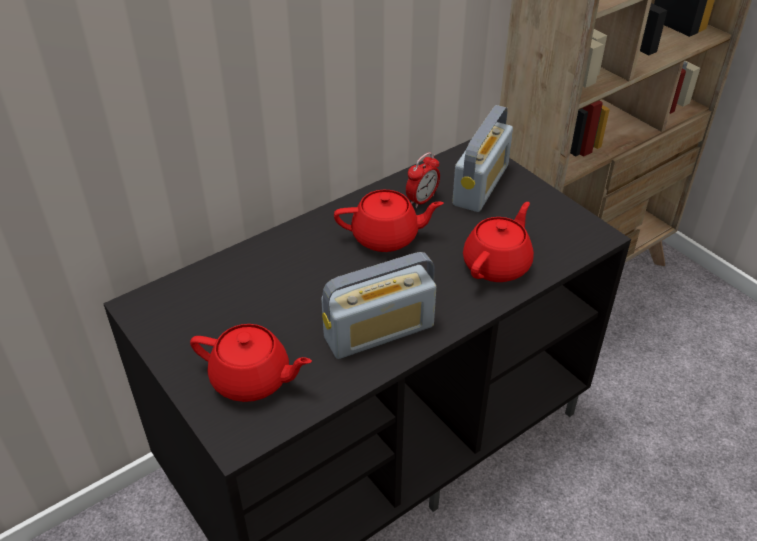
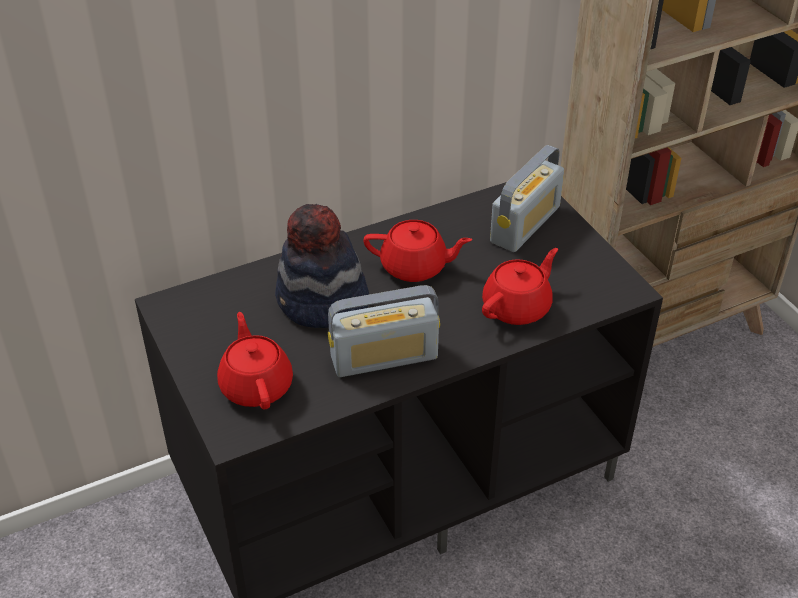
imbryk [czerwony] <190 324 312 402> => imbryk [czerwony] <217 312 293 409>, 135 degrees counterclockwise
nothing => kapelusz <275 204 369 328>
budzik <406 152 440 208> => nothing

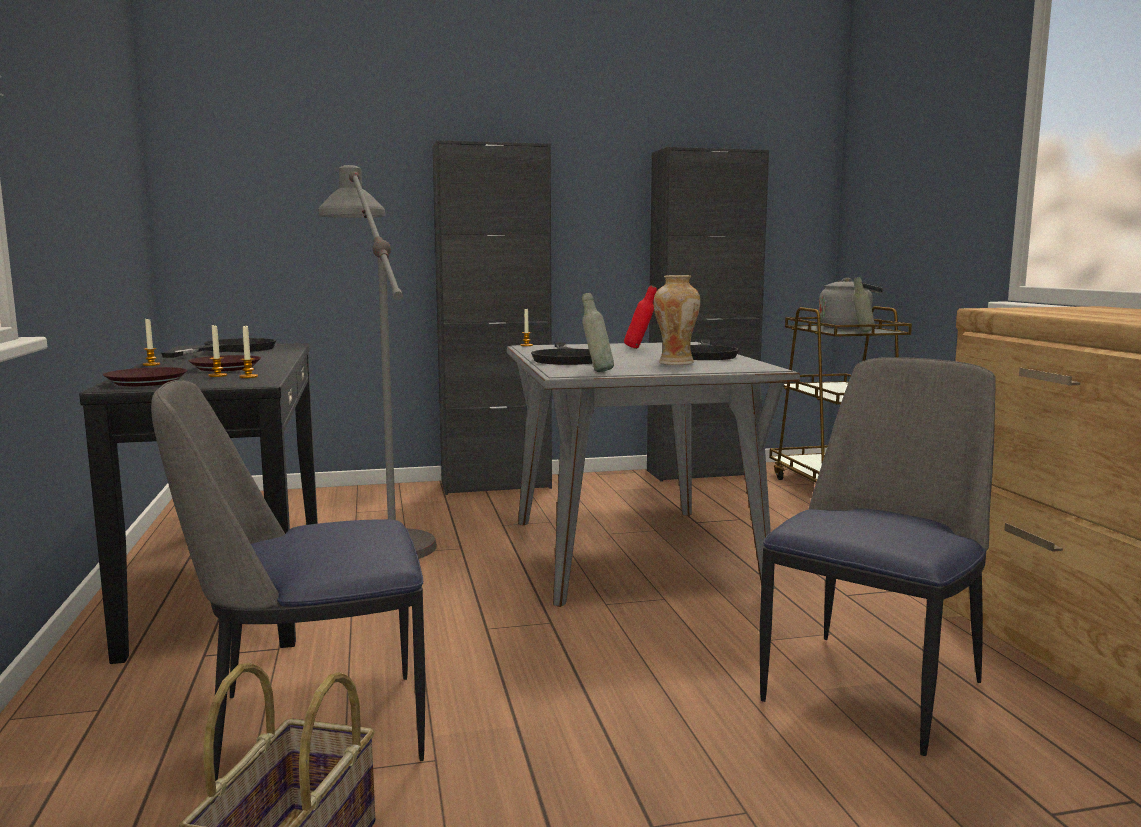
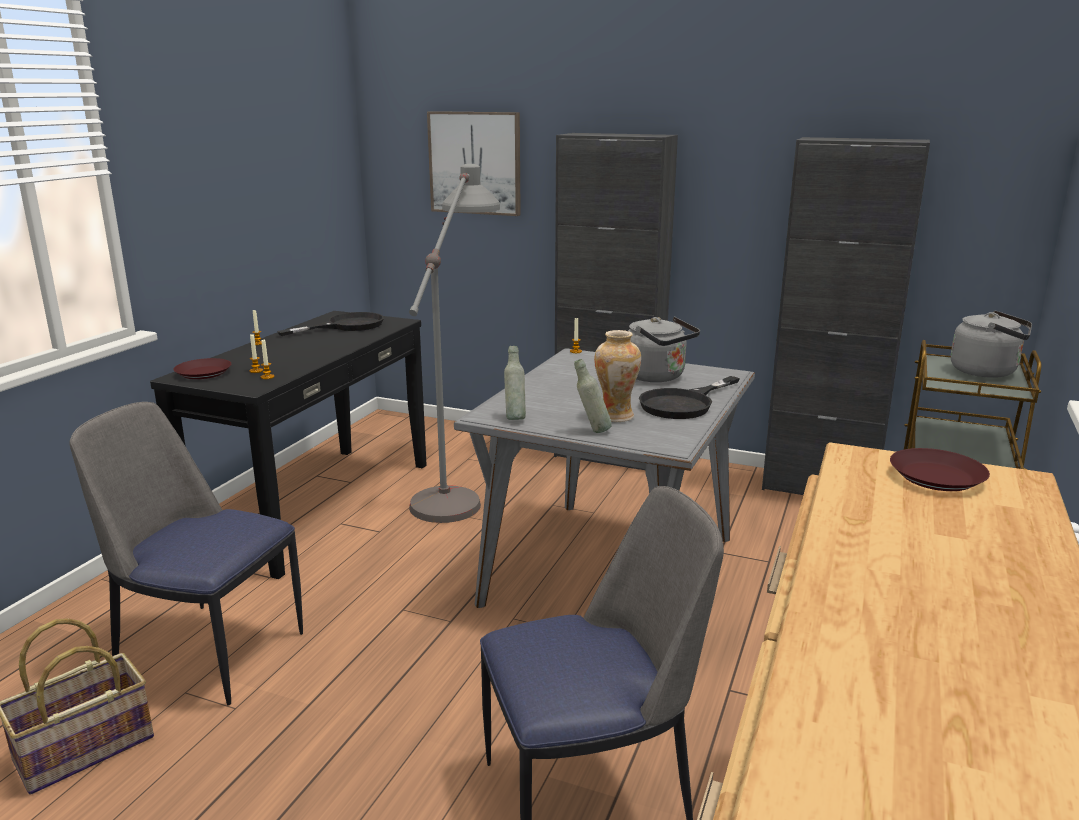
nothing => obraz <427 111 521 216>
butelka [szary] <853 277 875 332> => butelka [szary] <574 359 612 433>, shifted
butelka [czerwony] <624 285 657 349> => czajnik [szary] <628 317 700 382>
talerz [brązowy] <189 355 261 371> => talerz [brązowy] <890 448 990 491>, shifted
patelnia [czarny] <531 343 592 365> => nothing

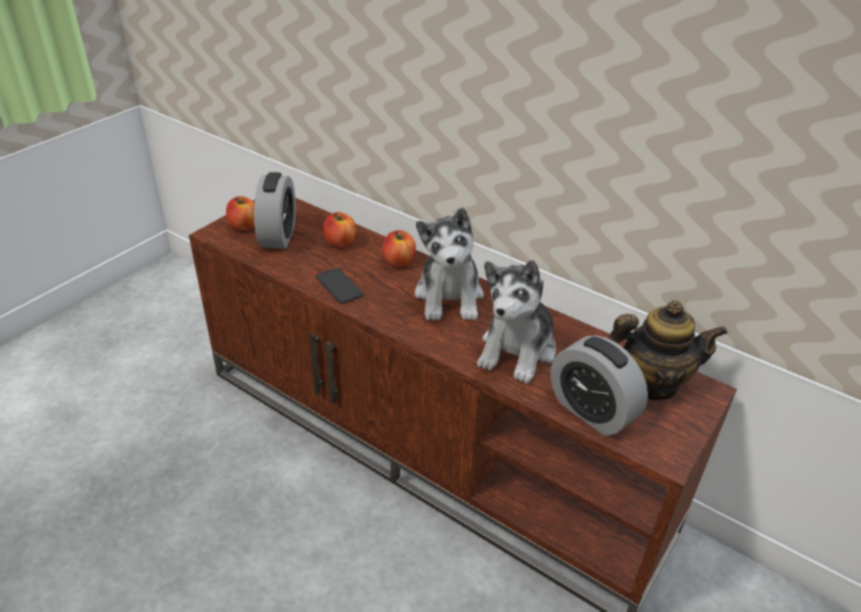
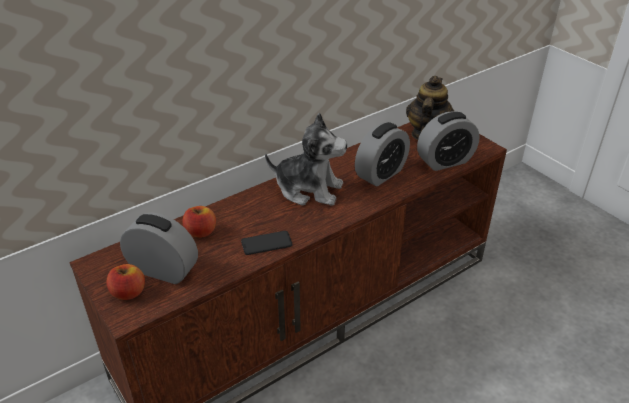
pluszak <477 260 556 383> => budzik <355 122 410 187>
jabłko <382 230 416 267> => nothing

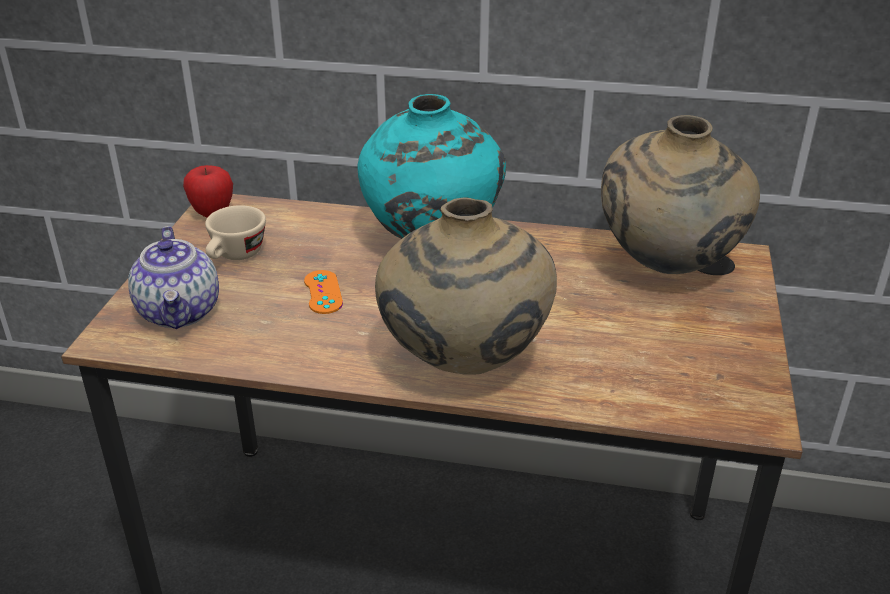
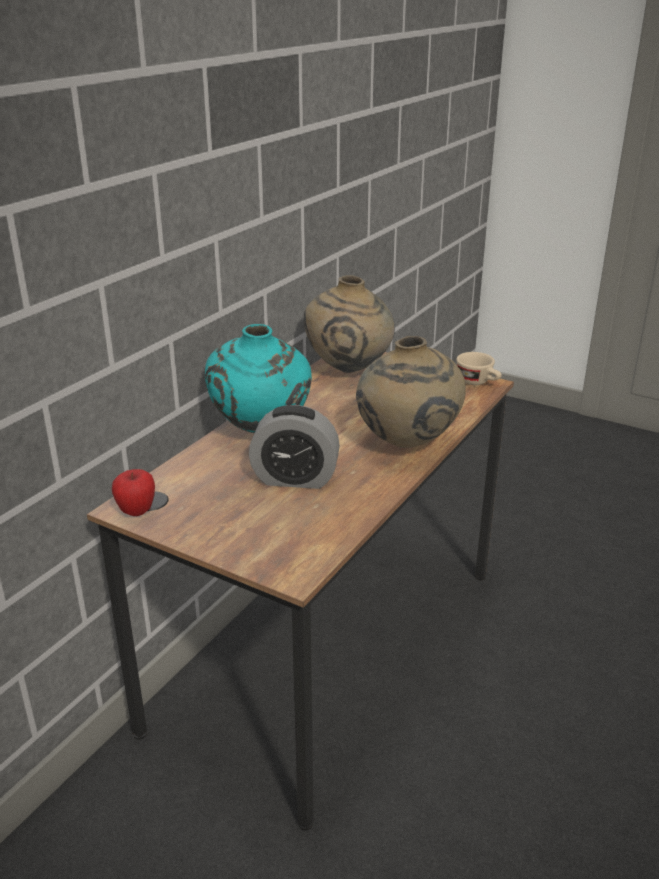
pad do gier [pomarańczowy] <304 270 343 314> => budzik <249 405 340 489>
filiżanka [beżowy] <205 205 266 260> => filiżanka [beżowy] <456 352 502 385>, shifted
imbryk <128 226 219 329> => nothing

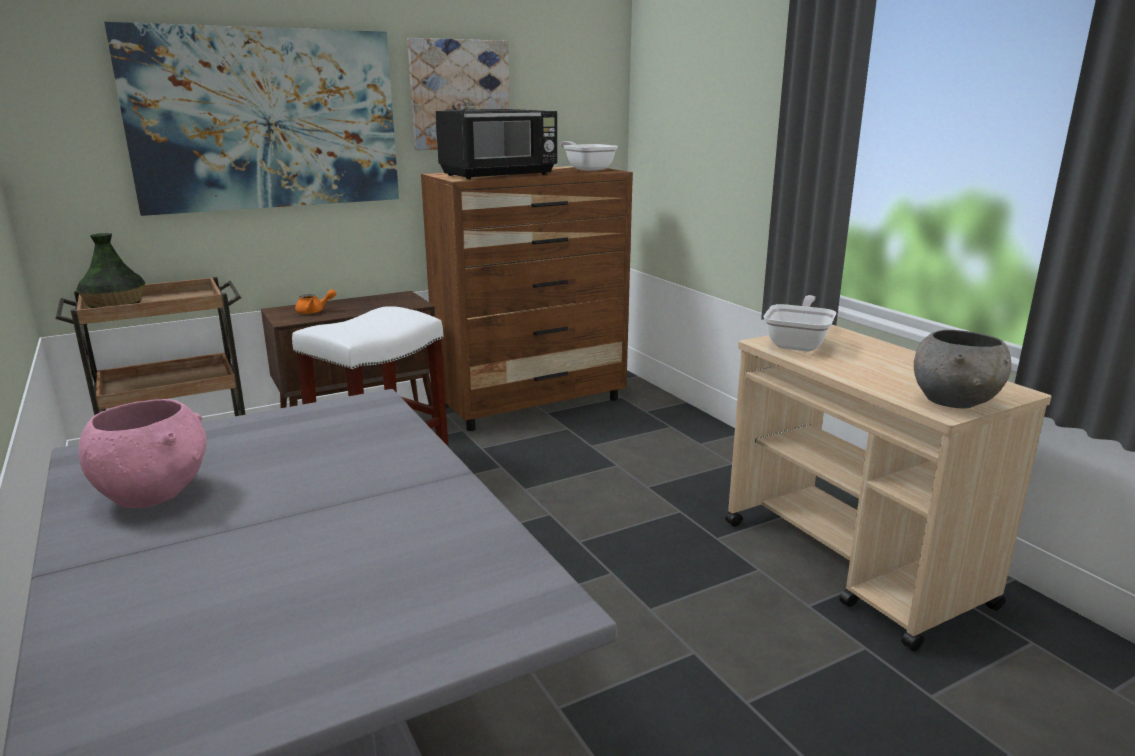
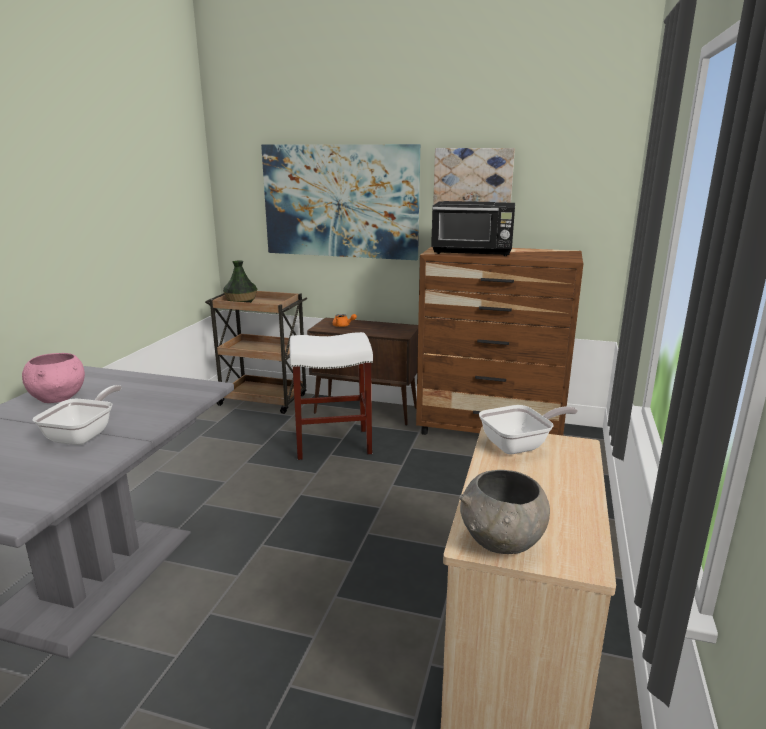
patelnia <560 141 618 171> => patelnia <32 385 122 445>, shifted

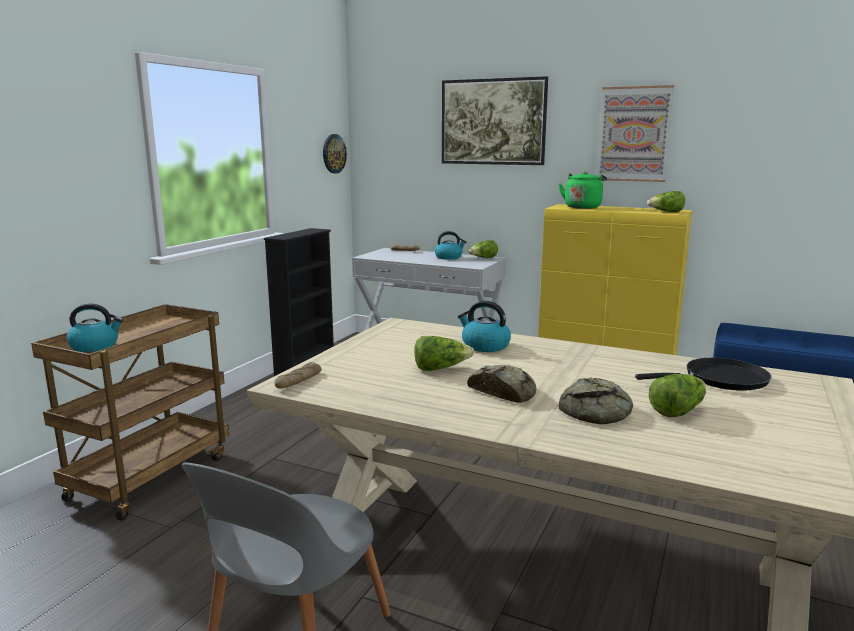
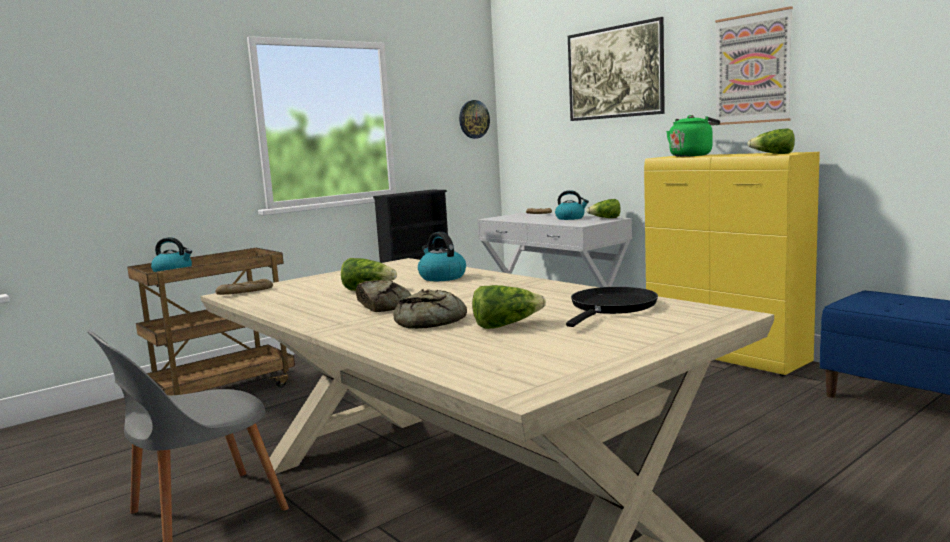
patelnia [czarny] <635 358 771 391> => patelnia [czarny] <566 287 658 327>, 75 degrees counterclockwise

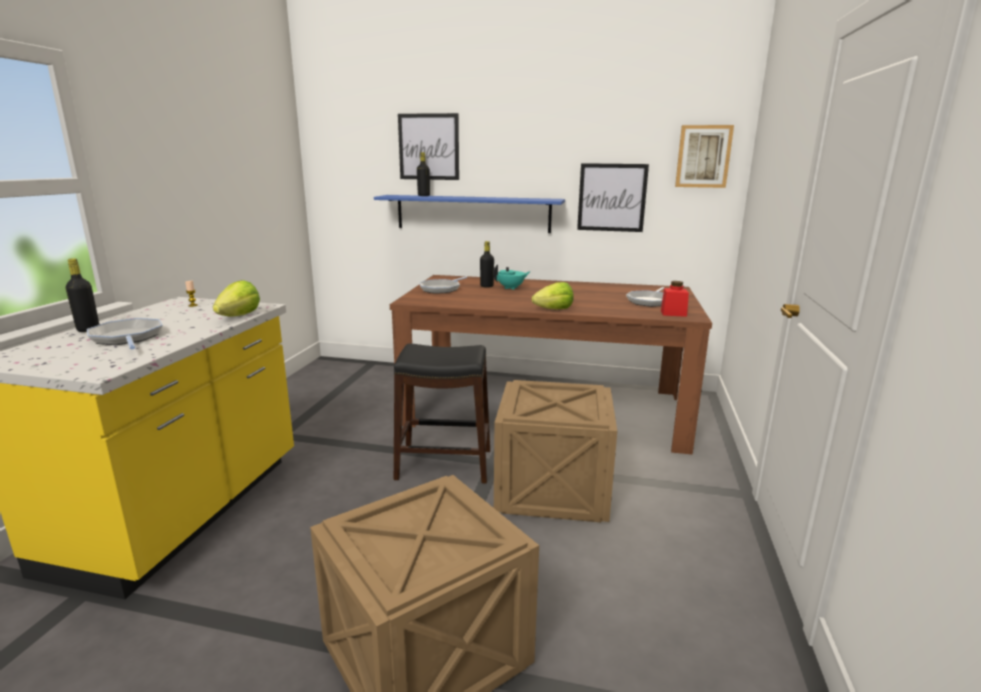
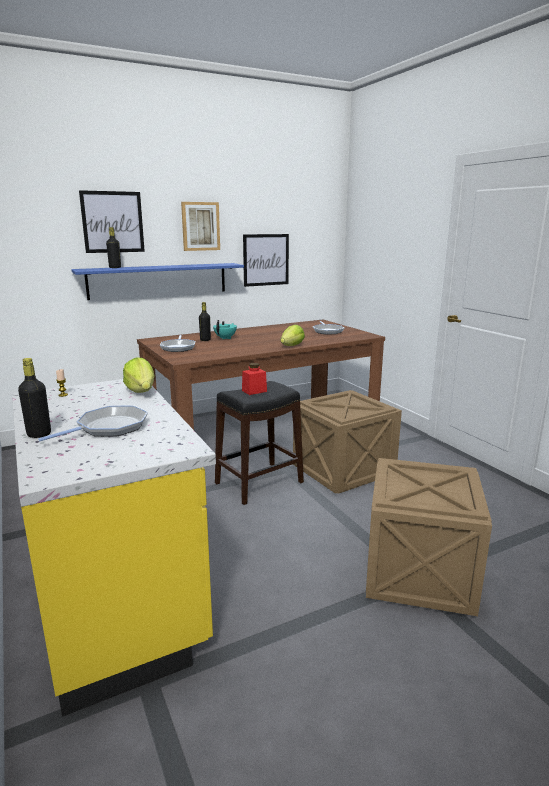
patelnia <87 318 163 349> => patelnia <38 406 148 441>, 120 degrees clockwise
obraz <675 125 734 188> => obraz <181 202 220 251>, shifted
słoik [czerwony] <661 281 689 317> => słoik [czerwony] <242 363 267 395>, shifted

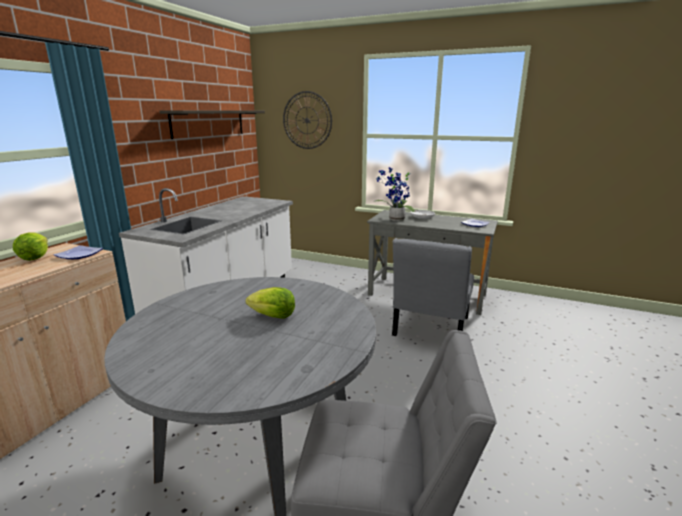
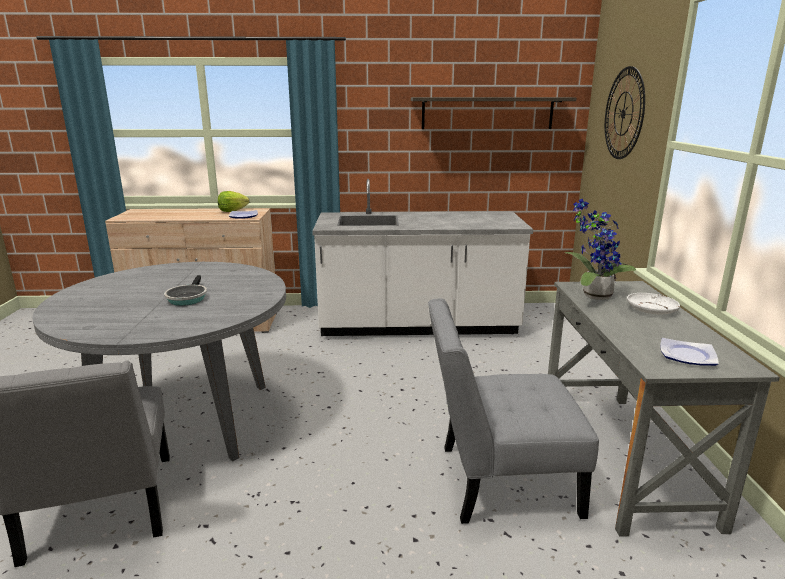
sałata <245 287 295 319> => patelnia <164 275 207 306>

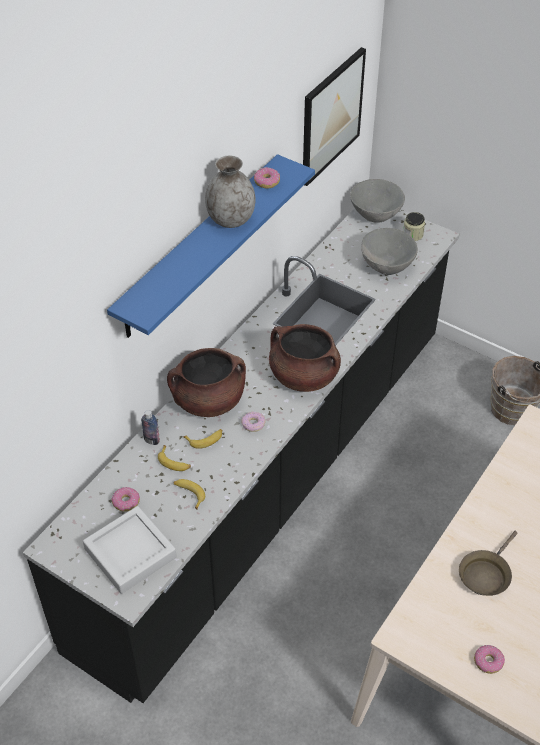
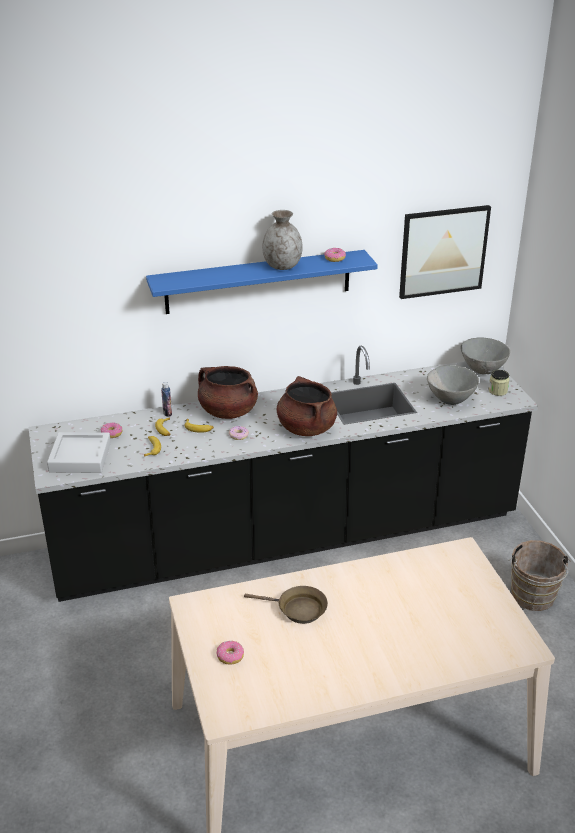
patelnia [brązowy] <459 531 518 596> => patelnia [brązowy] <244 586 328 624>, 150 degrees counterclockwise

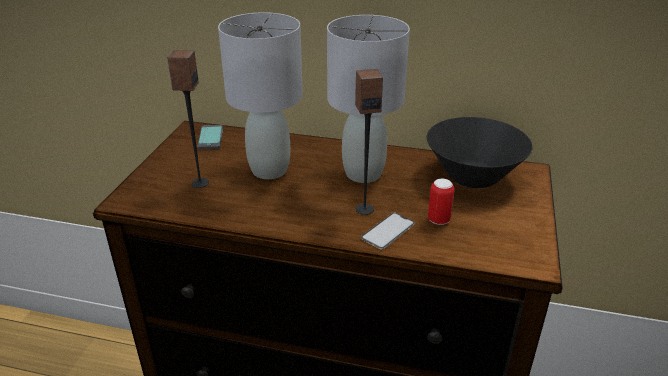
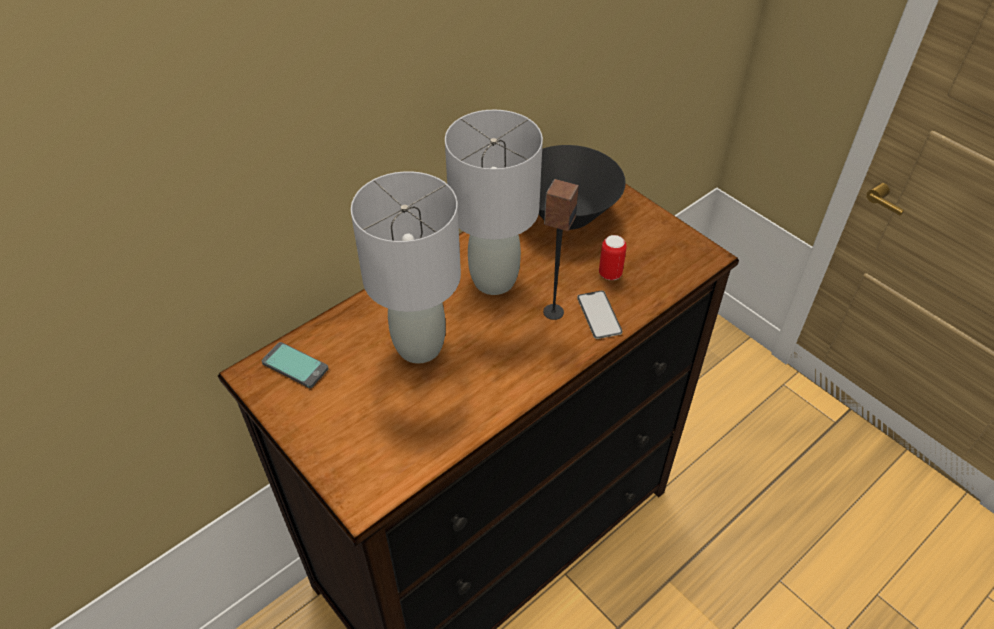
głośnik <167 50 209 188> => nothing

